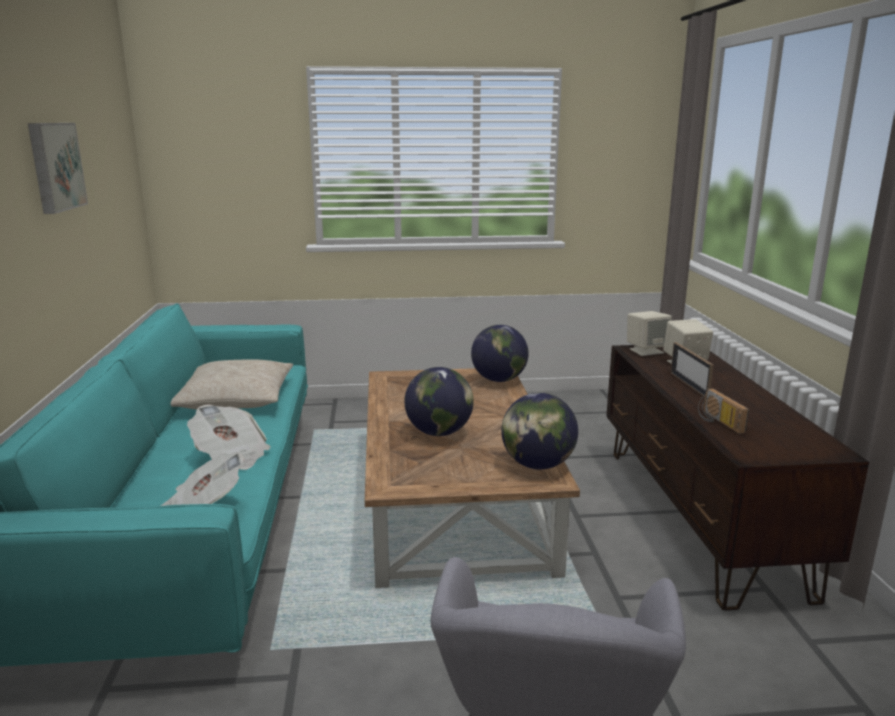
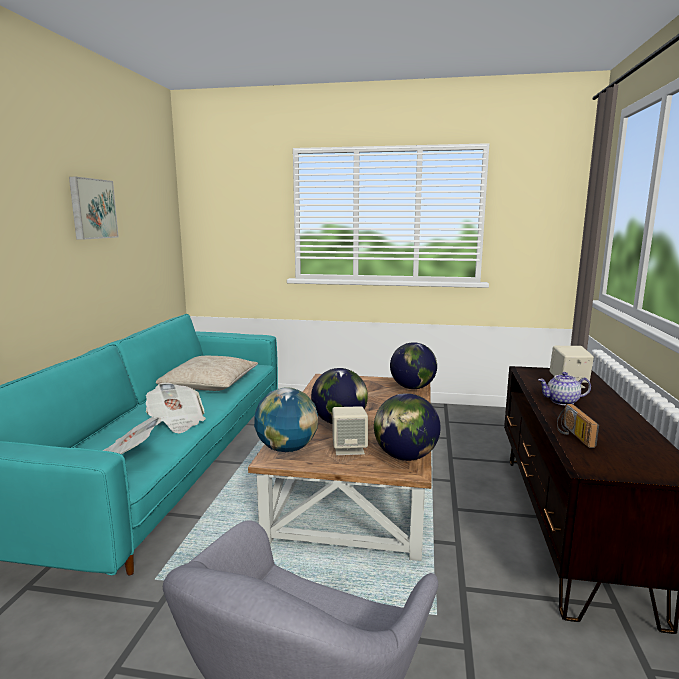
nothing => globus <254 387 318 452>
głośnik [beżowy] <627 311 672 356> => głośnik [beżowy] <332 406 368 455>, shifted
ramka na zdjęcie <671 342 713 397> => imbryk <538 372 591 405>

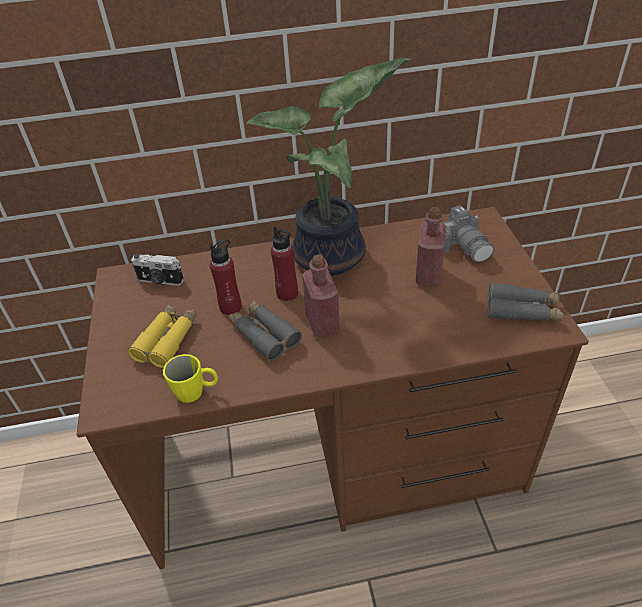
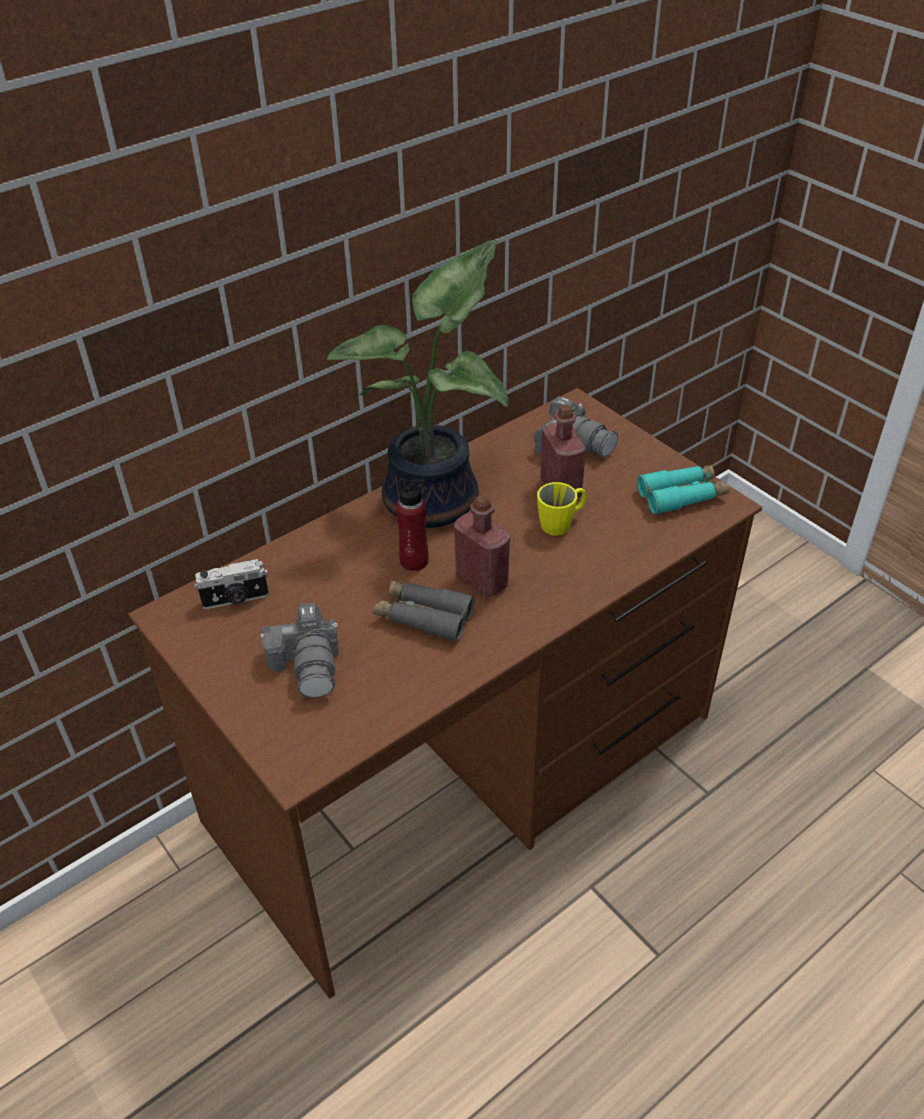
lornetka [żółty] <128 304 197 368> => aparat fotograficzny <260 603 339 698>
kubek [żółty] <163 354 218 403> => kubek [żółty] <537 482 587 536>, shifted
lornetka [szary] <488 283 564 321> => lornetka [turkusowy] <637 465 730 515>
butelka [czerwony] <210 239 242 315> => nothing

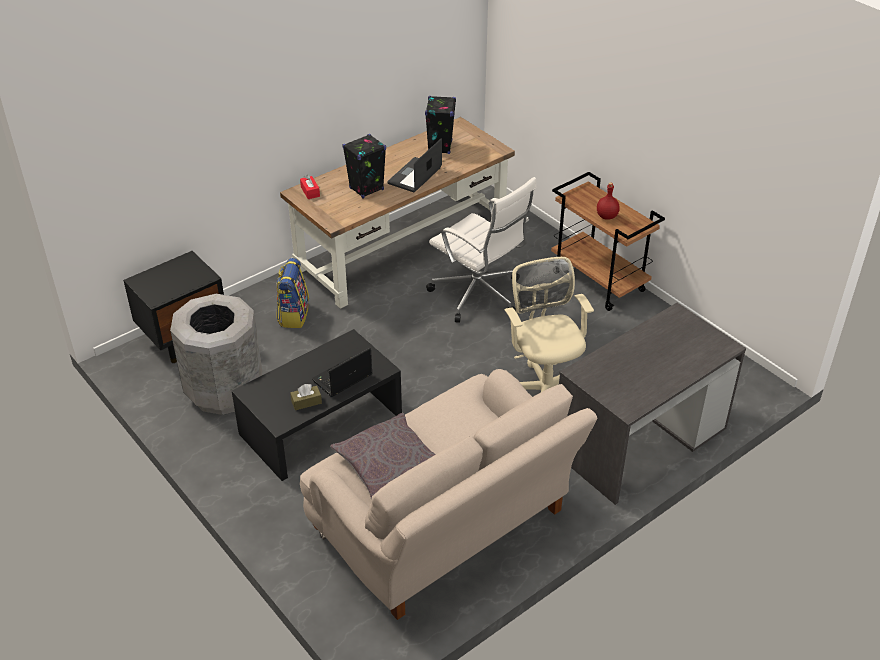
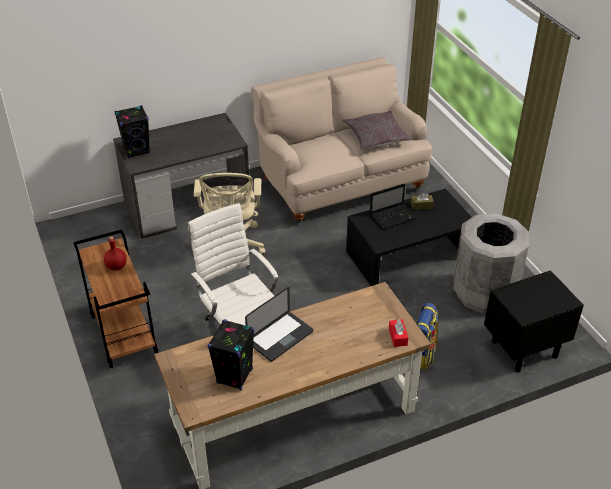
głośnik [czarny] <342 134 386 199> => głośnik [czarny] <114 105 150 158>, shifted

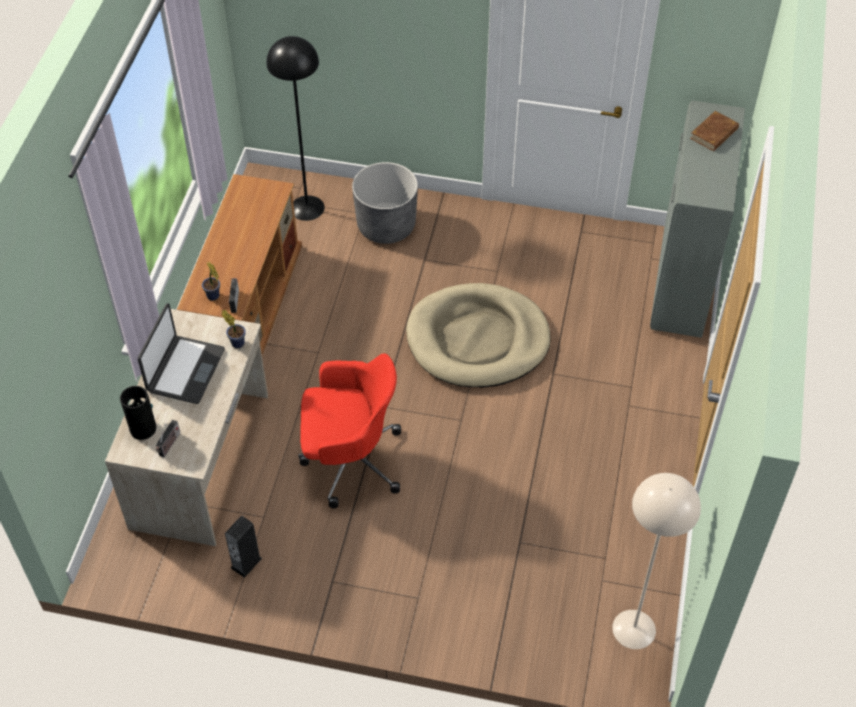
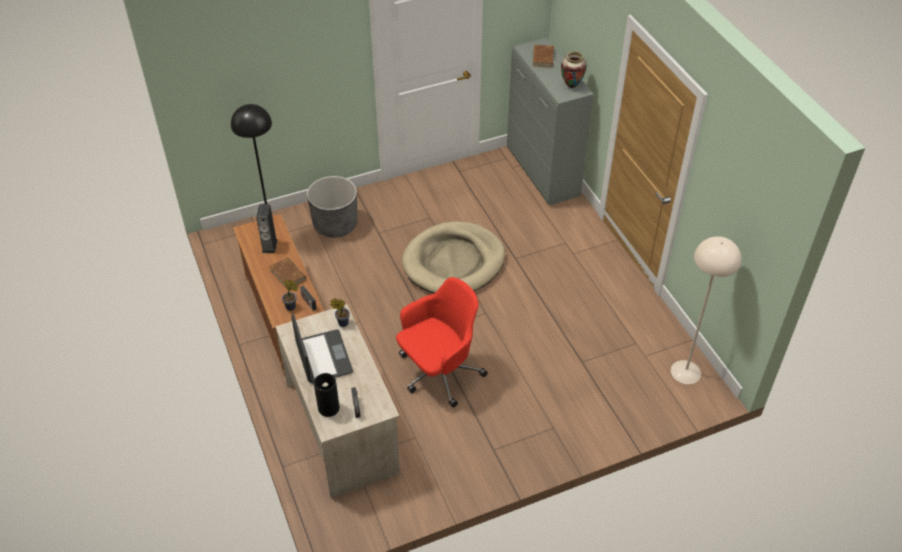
głośnik <225 516 262 578> => głośnik <256 204 278 253>, shifted
nothing => książka [brązowy] <269 257 306 290>
nothing => wazon <561 52 587 88>

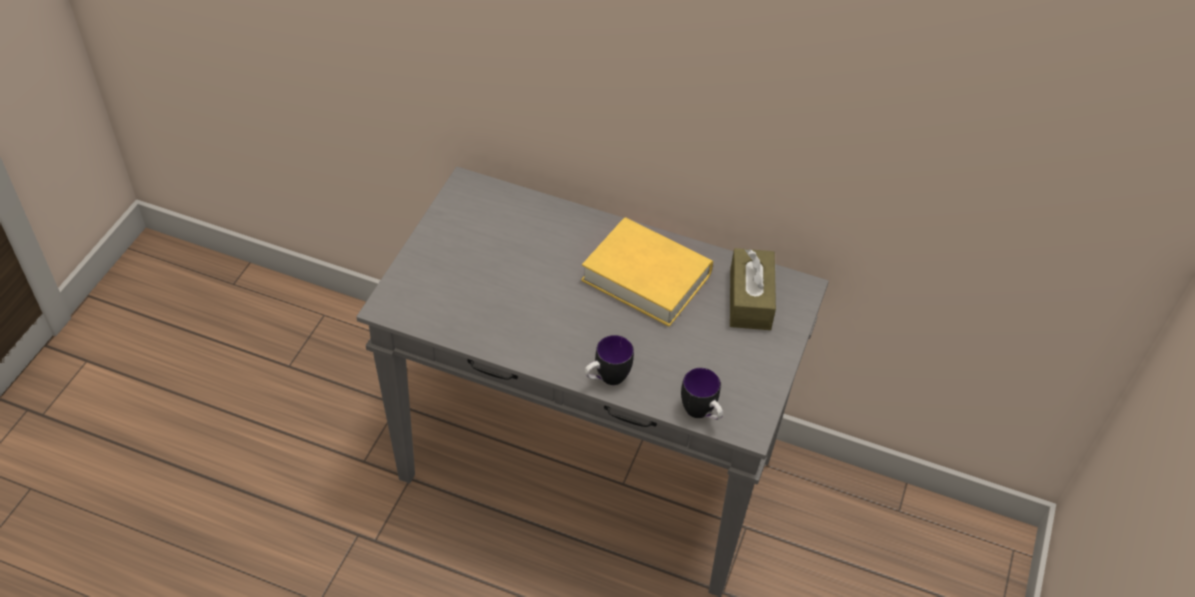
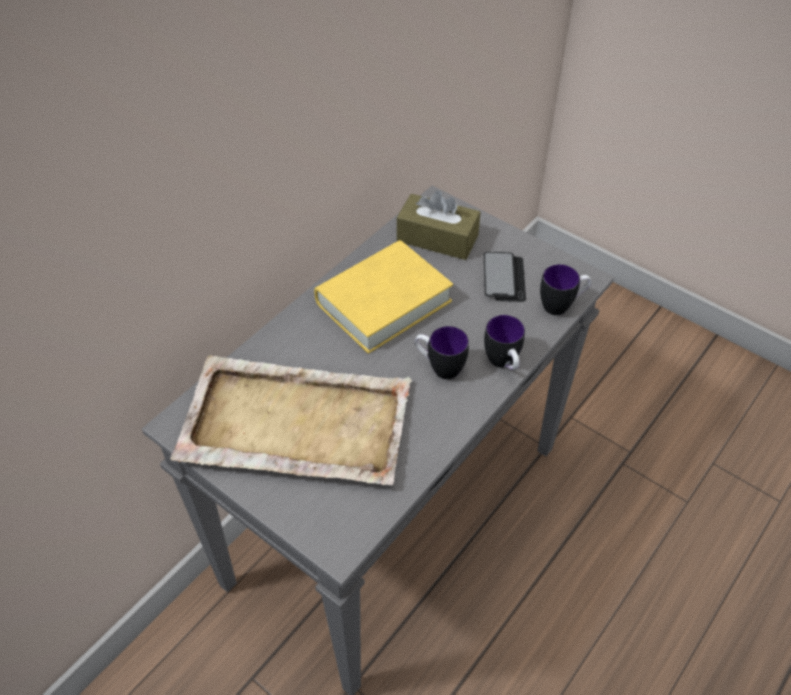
nothing => taca [beżowy] <170 355 412 485>
nothing => kubek <415 326 469 379>
nothing => telefon <484 252 526 302>

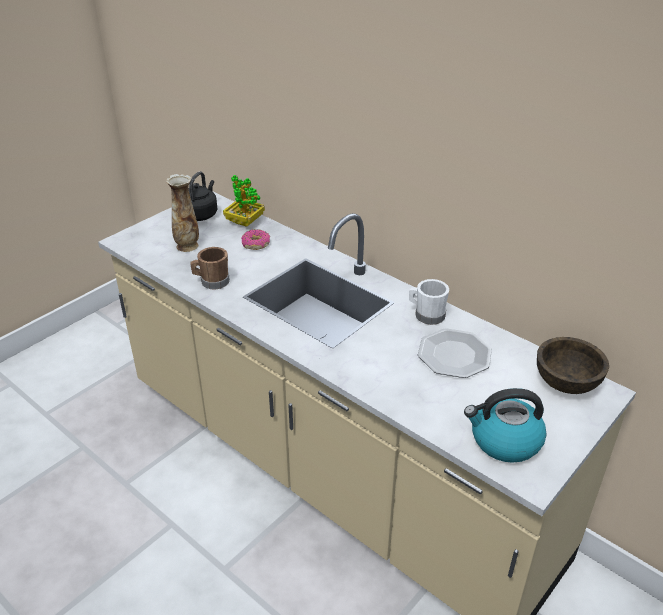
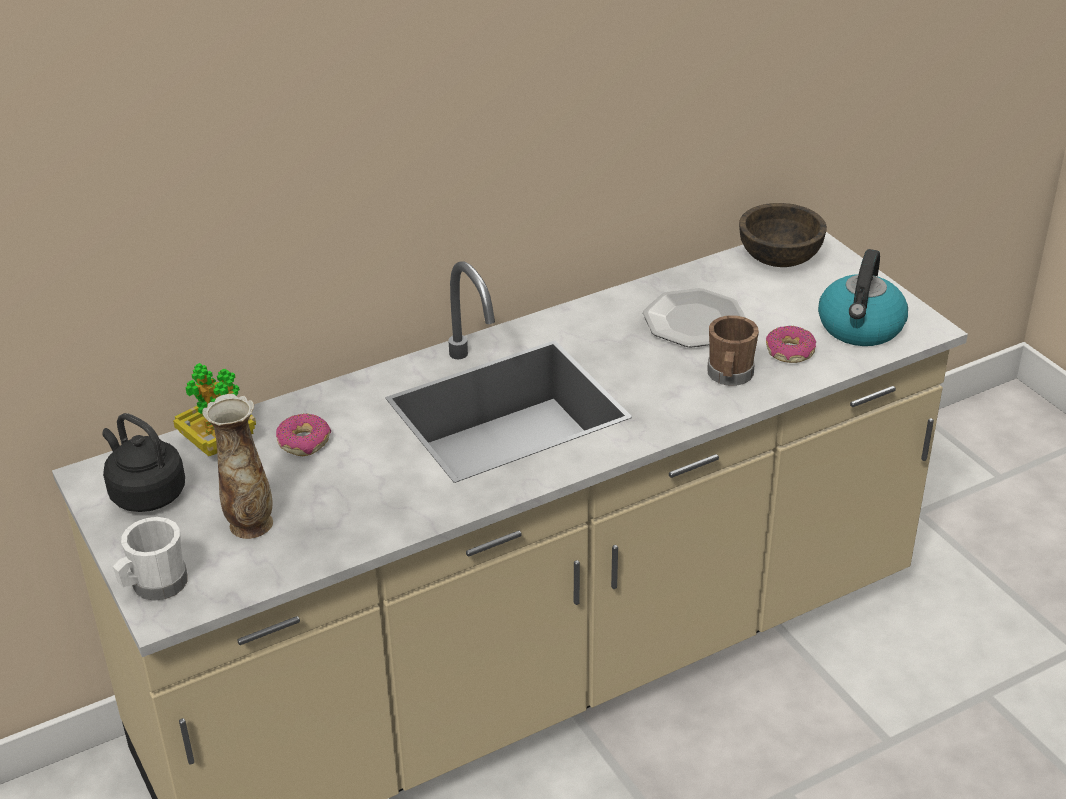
kubek [biały] <409 279 449 325> => kubek [biały] <113 517 187 601>, shifted
kubek [brązowy] <190 247 230 290> => kubek [brązowy] <707 315 759 386>, shifted
nothing => donut <766 326 816 363>

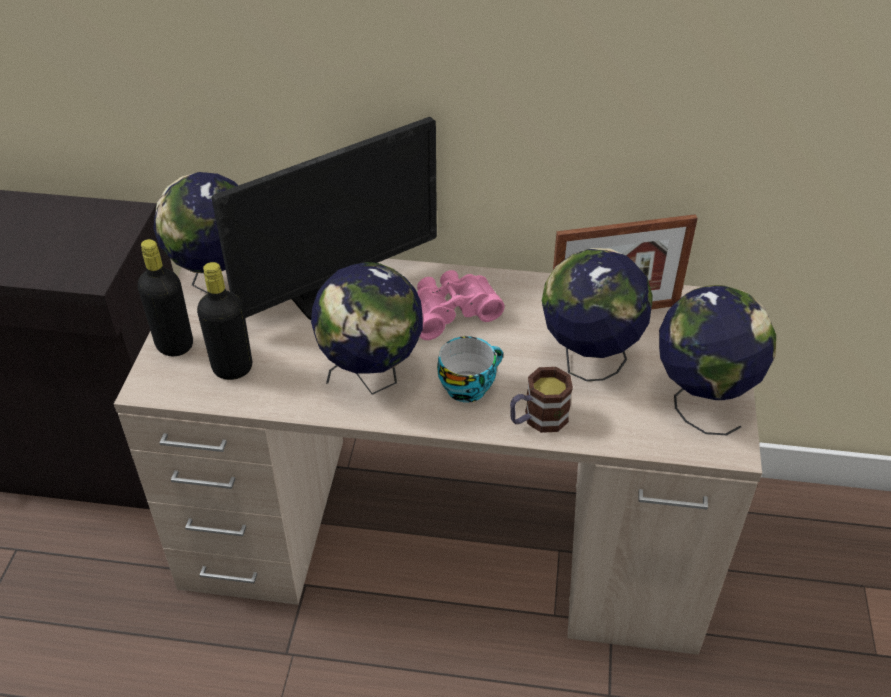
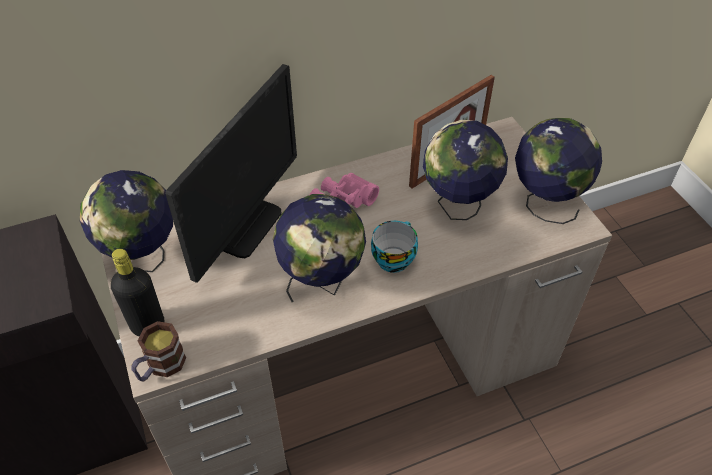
kubek <510 367 573 433> => kubek <132 321 186 382>, shifted
butelka [czarny] <197 262 252 380> => nothing

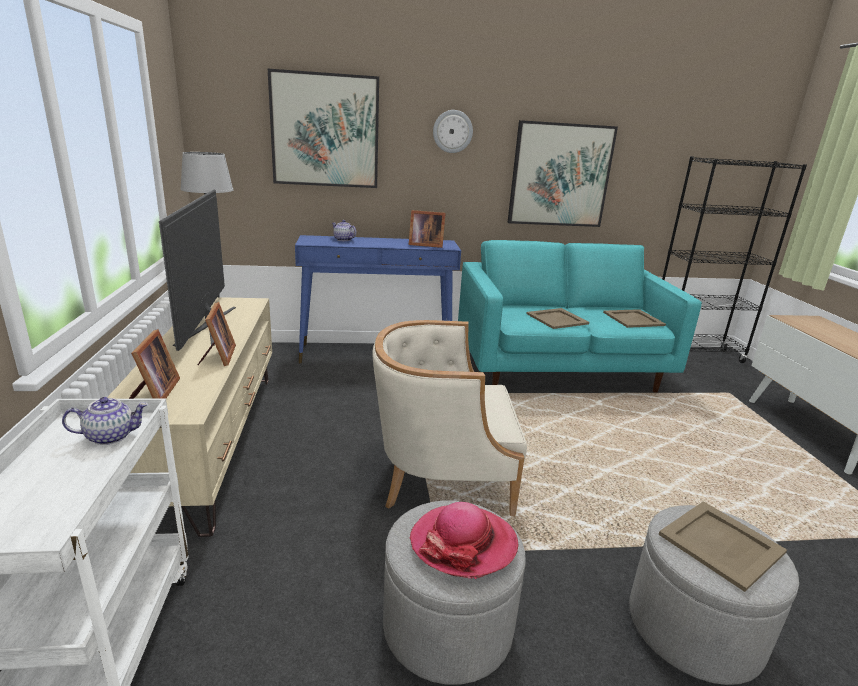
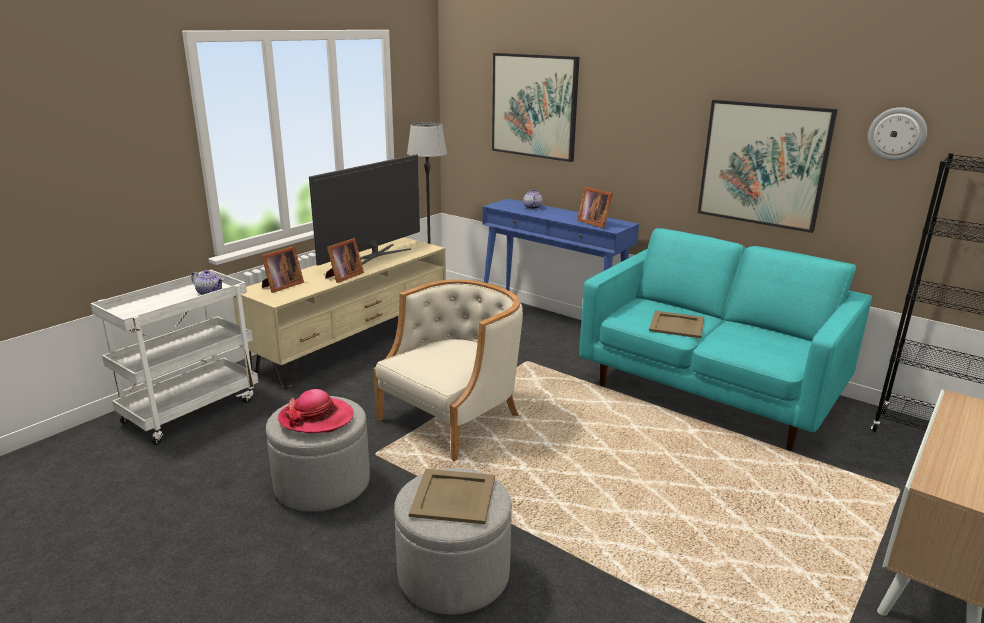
fotel [beżowy] <372 320 527 516> => fotel [beżowy] <373 280 523 461>, 90 degrees clockwise
zegar ścienny <433 110 473 153> => zegar ścienny <868 107 927 161>, shifted
taca [beżowy] <603 309 666 328> => nothing

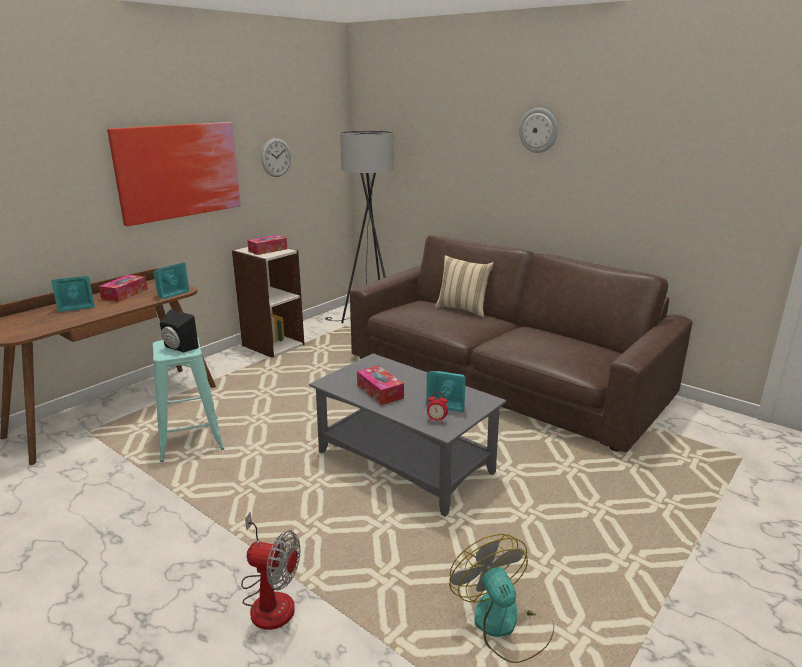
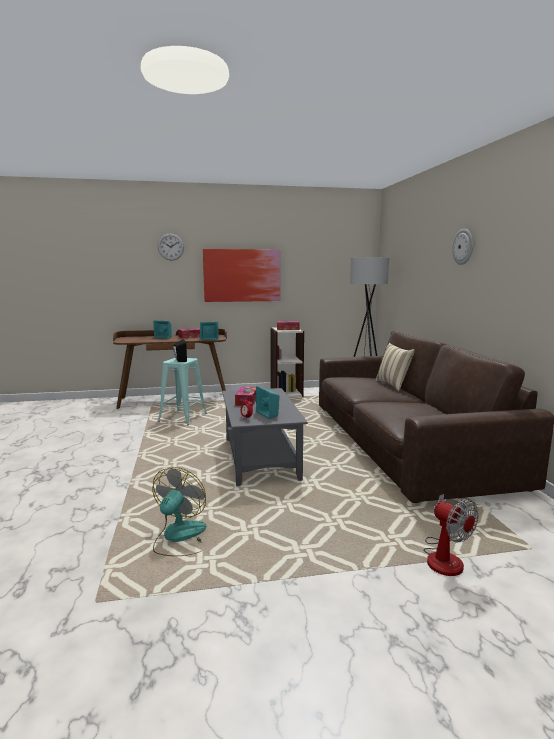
zegar ścienny <261 138 291 177> => zegar ścienny <158 234 184 261>, shifted
wentylator <241 512 300 630> => wentylator <423 494 479 576>, shifted

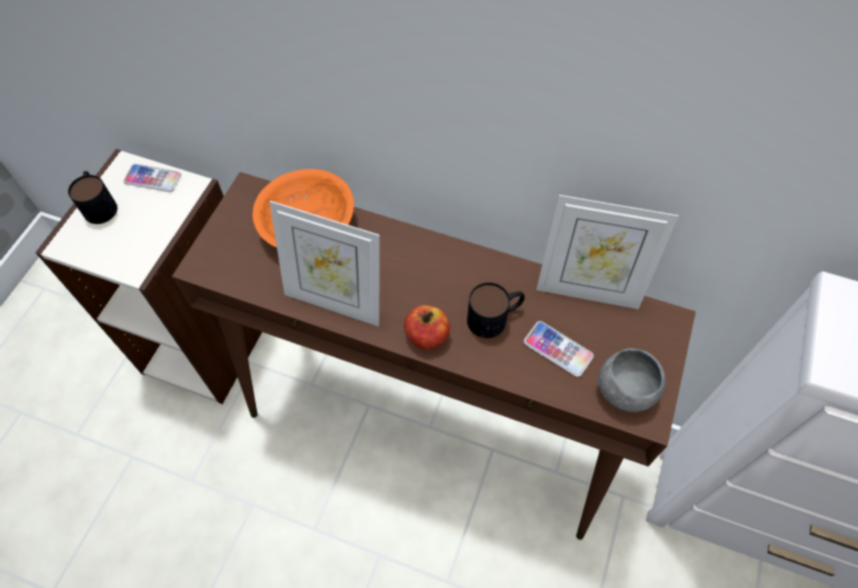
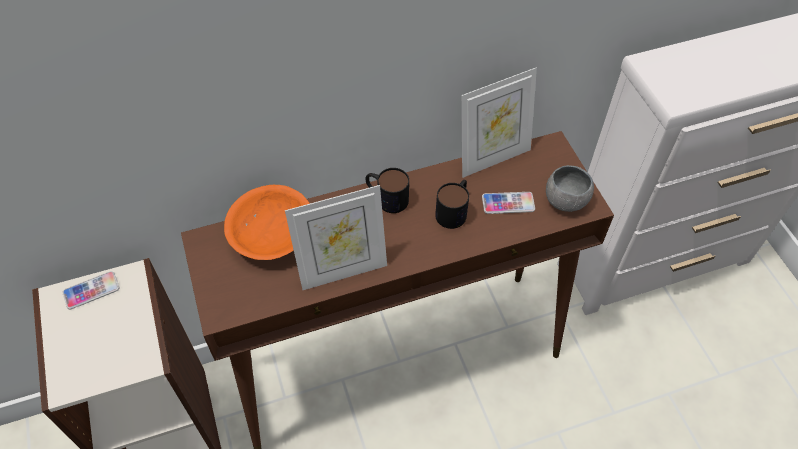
kubek <68 171 117 224> => kubek <365 168 409 213>, shifted
jabłko <404 305 450 349> => nothing

